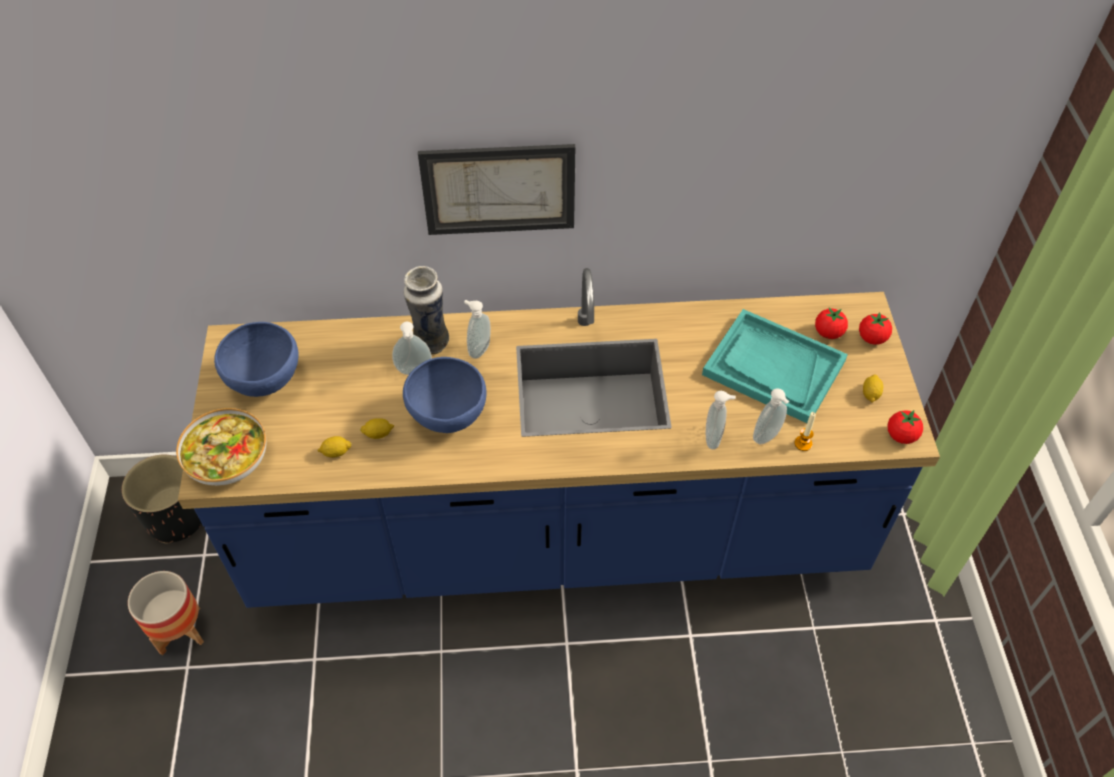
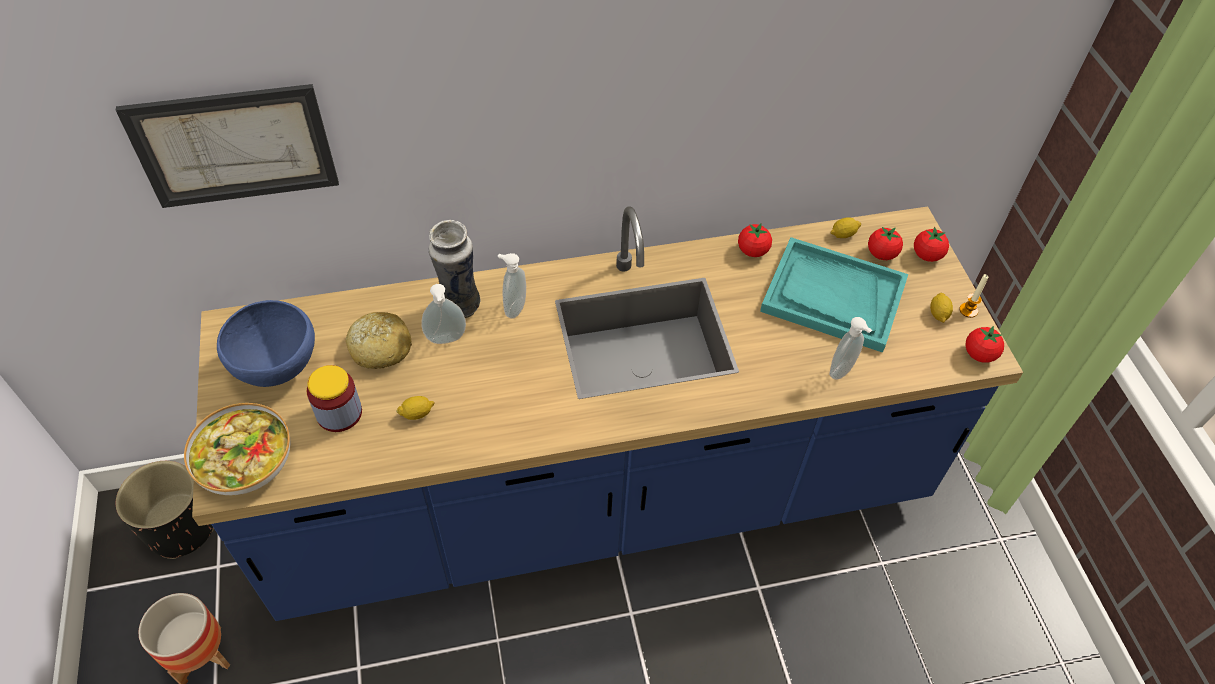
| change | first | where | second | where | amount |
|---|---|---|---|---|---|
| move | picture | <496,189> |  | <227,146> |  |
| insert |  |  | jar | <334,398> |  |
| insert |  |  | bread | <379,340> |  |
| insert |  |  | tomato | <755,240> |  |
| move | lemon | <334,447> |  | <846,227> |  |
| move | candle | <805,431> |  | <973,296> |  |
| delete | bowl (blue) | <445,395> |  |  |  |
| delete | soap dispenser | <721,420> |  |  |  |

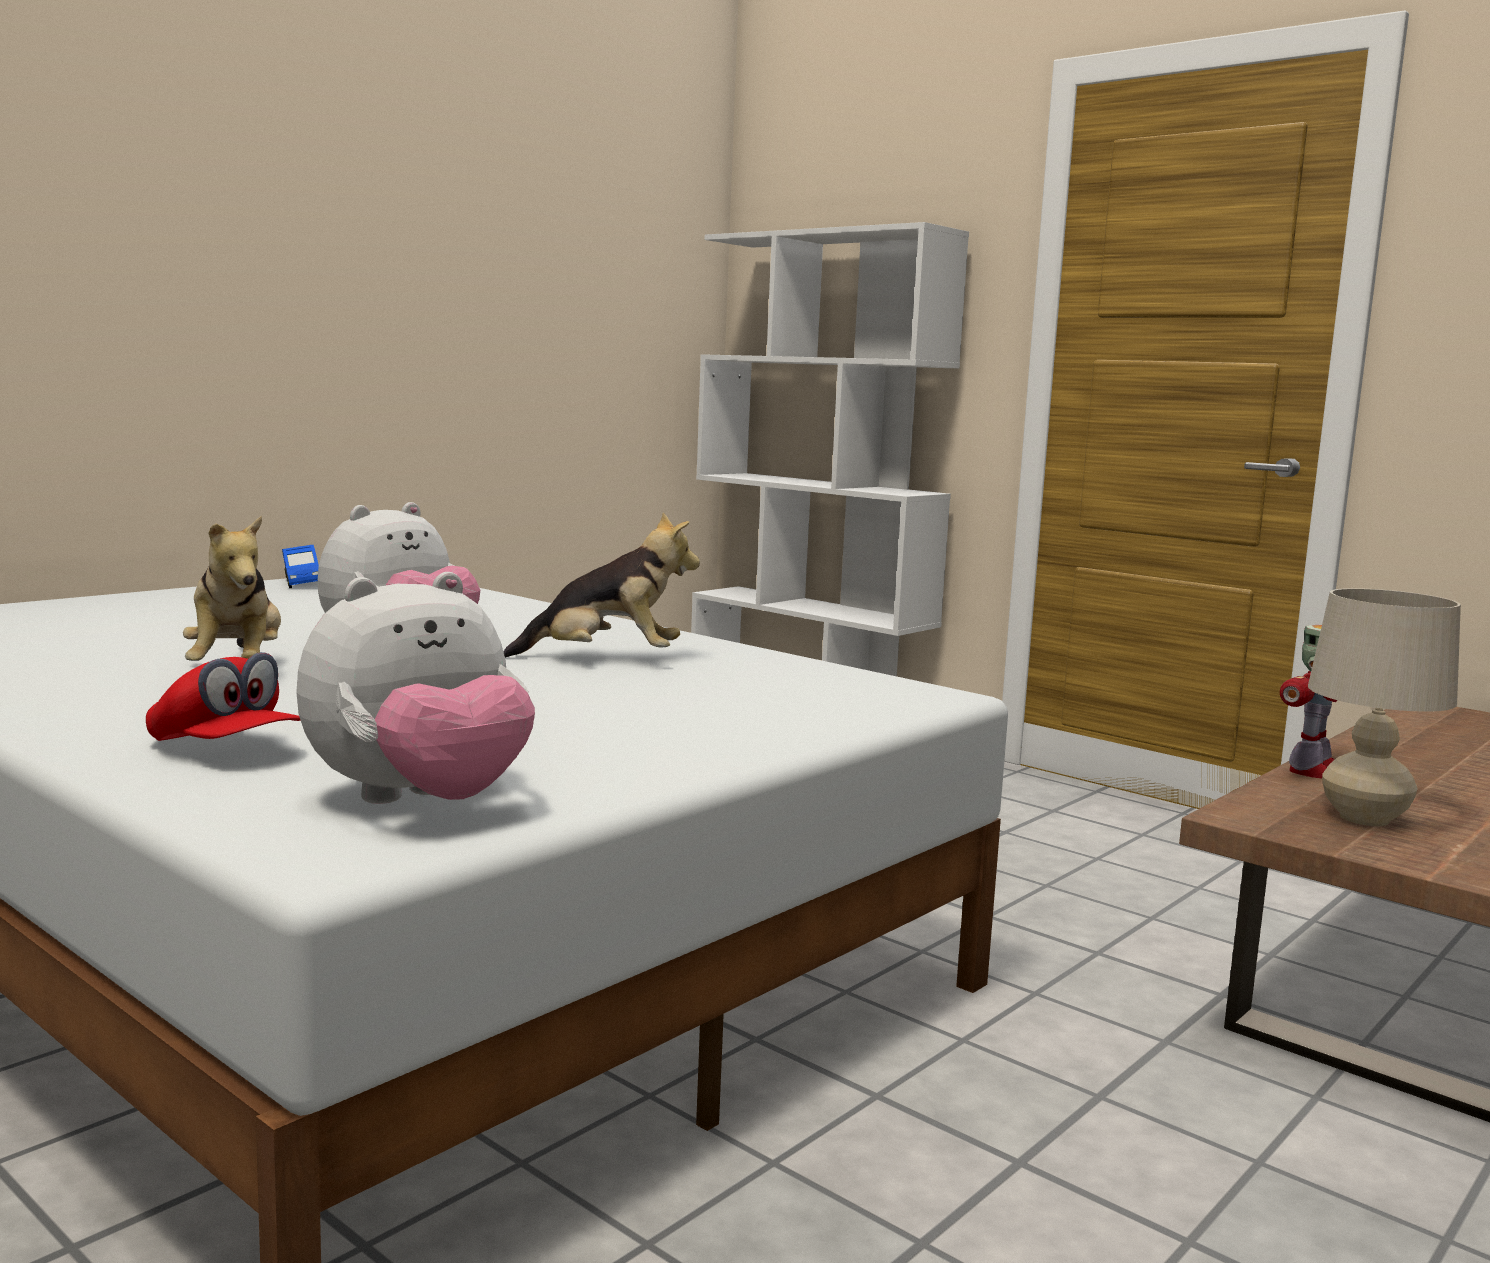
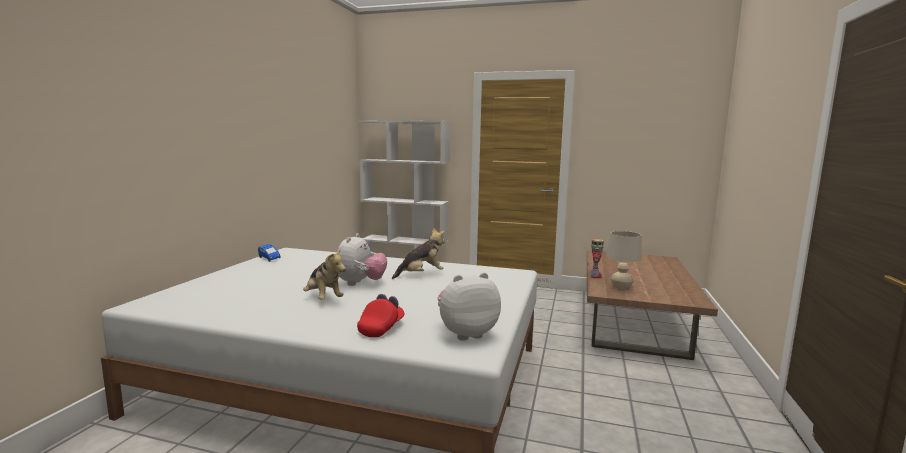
| change | first | where | second | where | amount |
|---|---|---|---|---|---|
| rotate | cap (red) | <223,696> |  | <380,315> | 75 degrees counterclockwise |
| rotate | plush toy | <415,688> |  | <469,306> | 135 degrees counterclockwise |

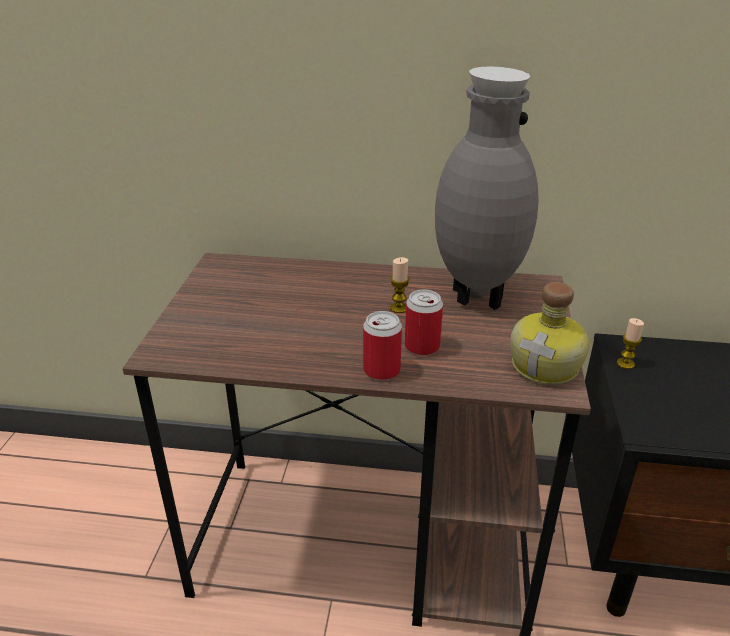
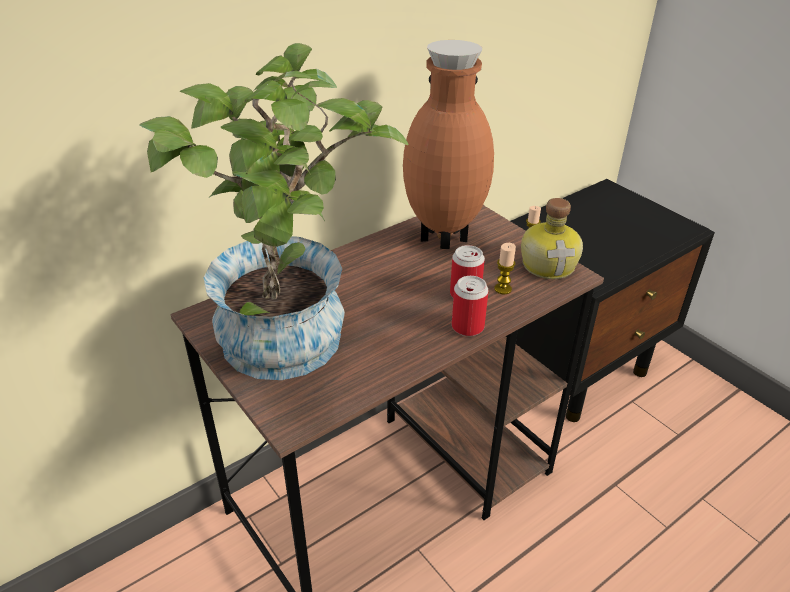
| change | first | where | second | where | amount |
|---|---|---|---|---|---|
| insert |  |  | potted plant | <274,211> |  |
| recolor | vase (grey) | <487,188> | vase (brown) | <448,144> |  |
| move | candle | <400,285> |  | <505,268> |  |

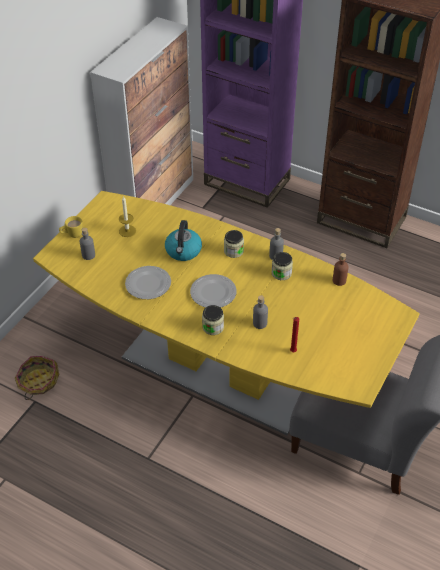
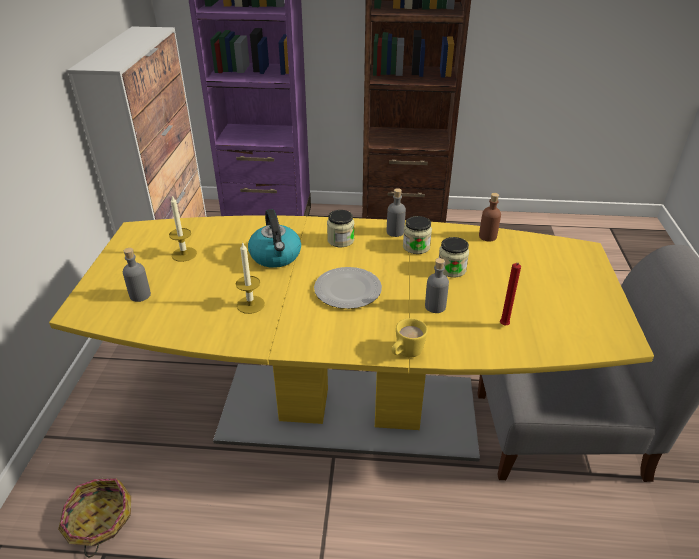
| change | first | where | second | where | amount |
|---|---|---|---|---|---|
| replace | plate | <148,282> | candle | <250,278> |  |
| move | mug (yellow) | <71,227> |  | <409,337> |  |
| move | jar | <213,320> |  | <454,257> |  |

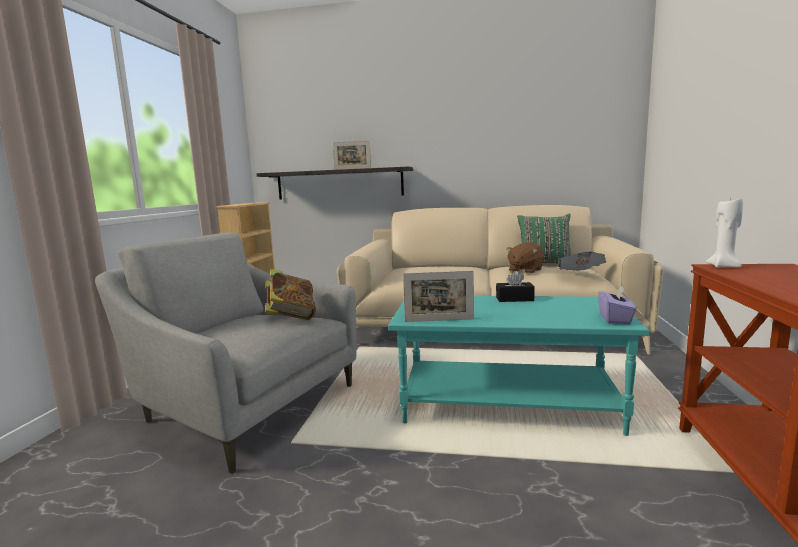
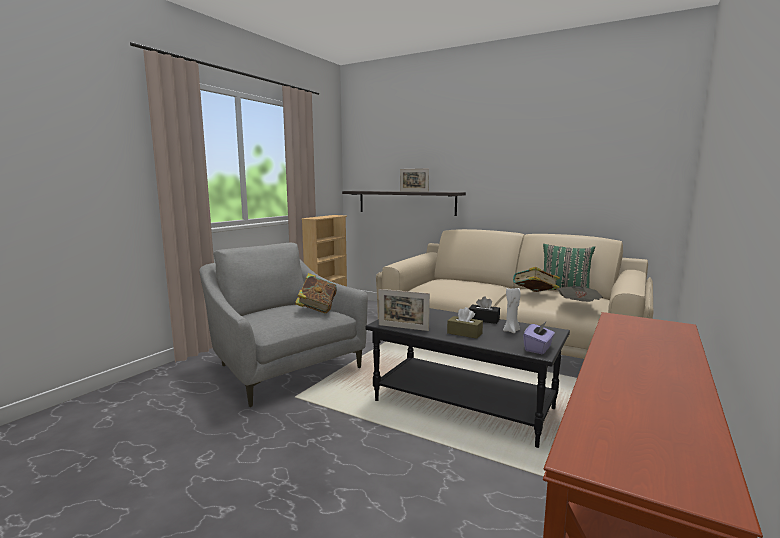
| change | first | where | second | where | amount |
|---|---|---|---|---|---|
| recolor | coffee table (turquoise) | <519,366> | coffee table (black) | <468,378> |  |
| insert |  |  | tissue box (brown) | <465,323> |  |
| move | candle (white) | <724,233> |  | <512,310> |  |
| replace | plush toy (brown) | <525,258> | book | <536,279> |  |

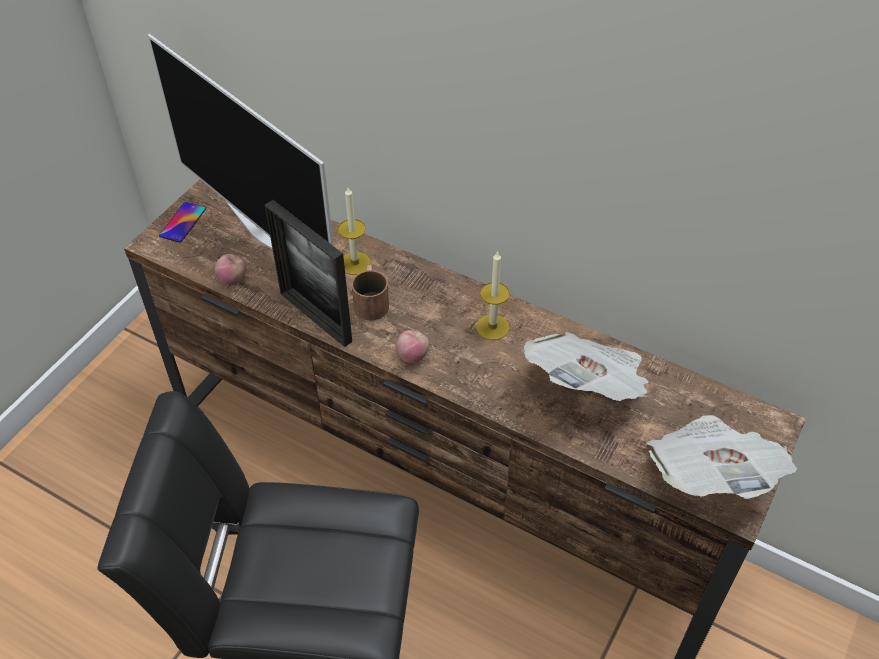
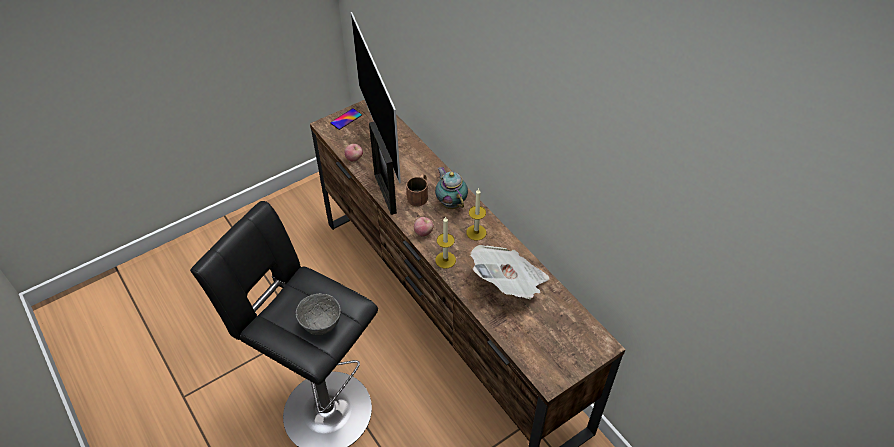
| change | first | where | second | where | amount |
|---|---|---|---|---|---|
| insert |  |  | bowl (grey) | <318,314> |  |
| insert |  |  | teapot | <451,188> |  |
| move | candle | <354,231> |  | <445,242> |  |
| delete | newspaper | <722,457> |  |  |  |

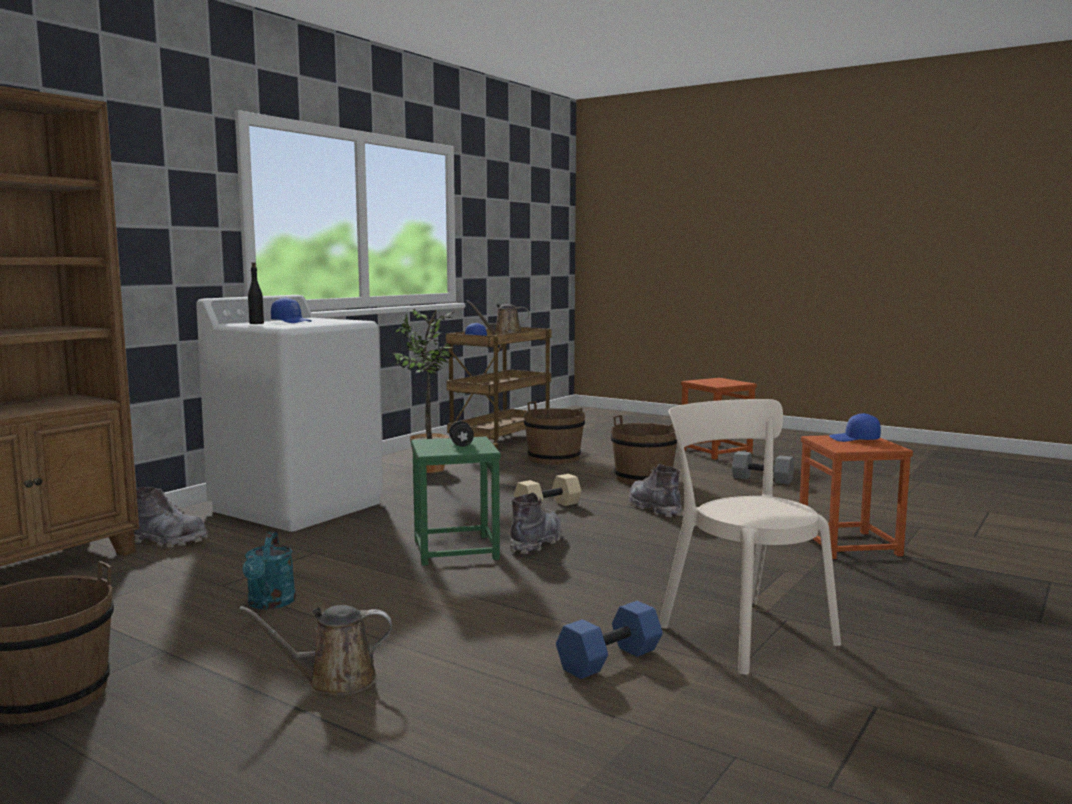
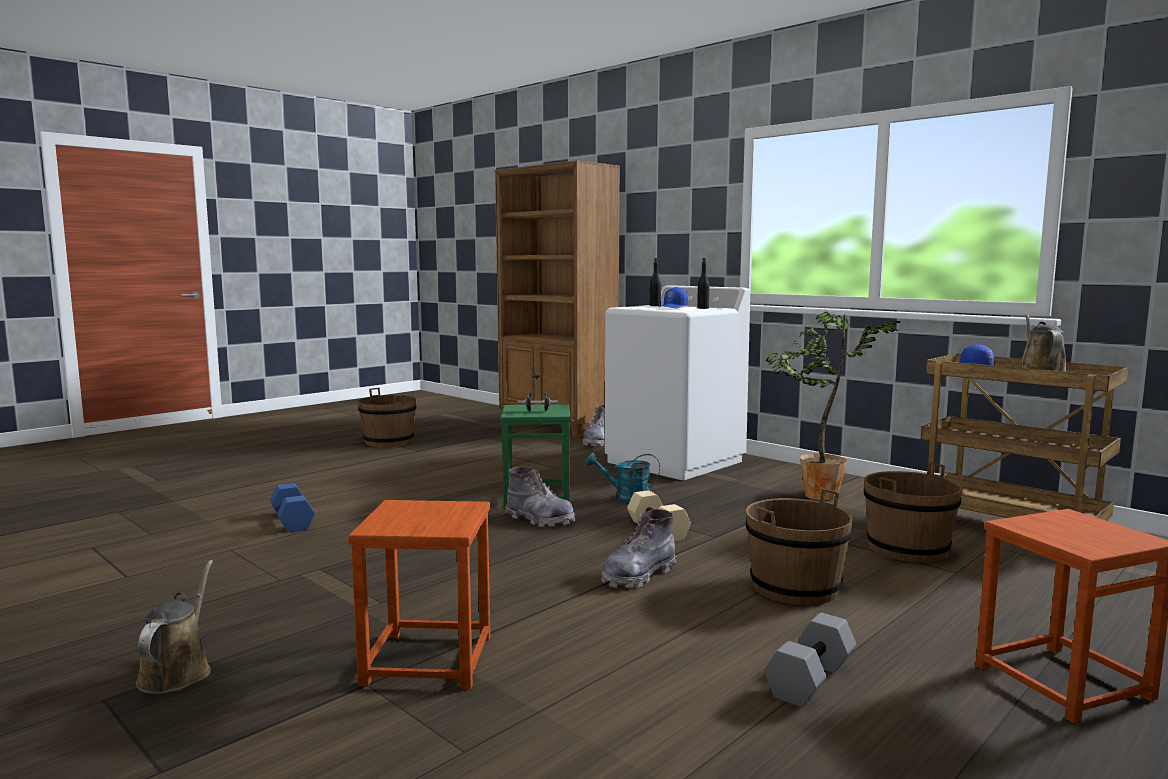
| change | first | where | second | where | amount |
|---|---|---|---|---|---|
| move | watering can (brown) | <315,650> |  | <174,627> |  |
| move | watering can (turquoise) | <269,570> |  | <622,477> |  |
| rotate | boot (grey) | <655,490> |  | <639,548> | 150 degrees clockwise |
| insert |  |  | bottle (black) | <703,283> |  |
| delete | chair (beige) | <750,537> |  |  |  |
| delete | cap (blue) | <855,427> |  |  |  |

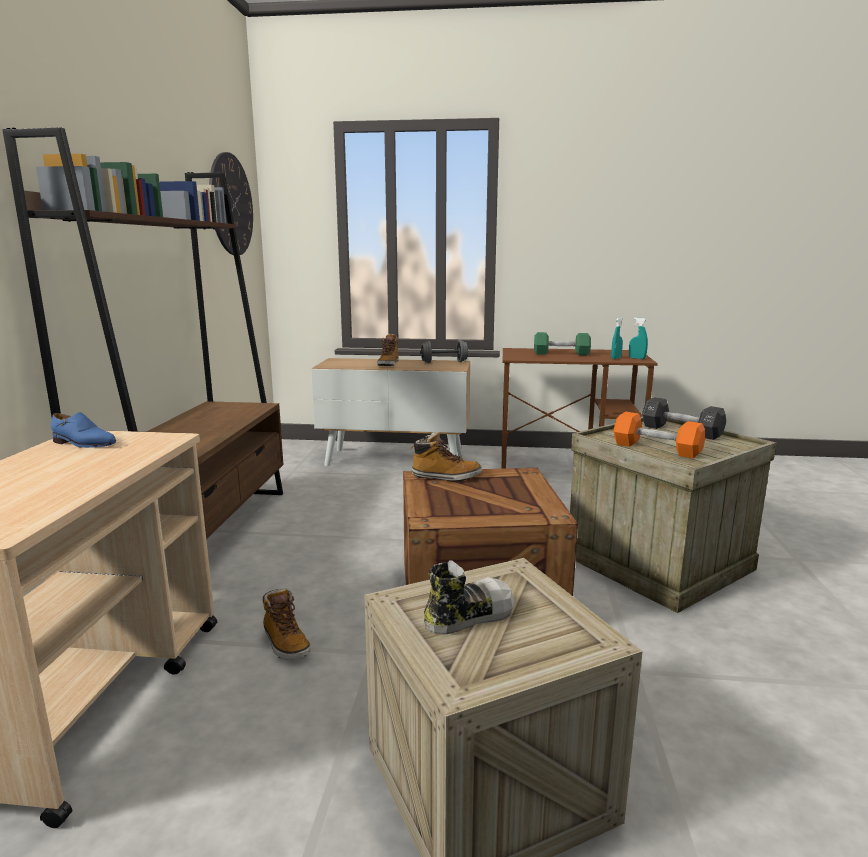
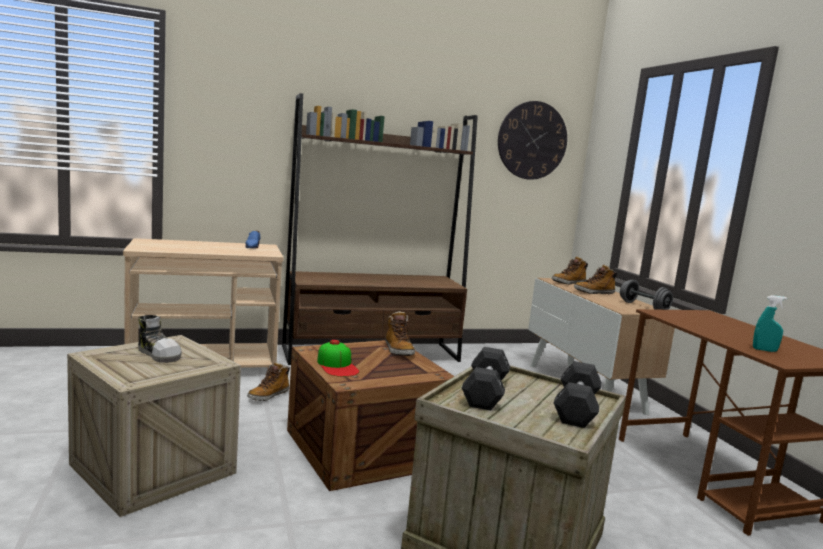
| change | first | where | second | where | amount |
|---|---|---|---|---|---|
| insert |  |  | cap | <338,358> |  |
| recolor | dumbbell (orange) | <659,435> | dumbbell (black) | <485,378> |  |
| insert |  |  | boot | <570,270> |  |
| delete | dumbbell (green) | <562,343> |  |  |  |
| delete | spray bottle (turquoise) | <638,338> |  |  |  |

